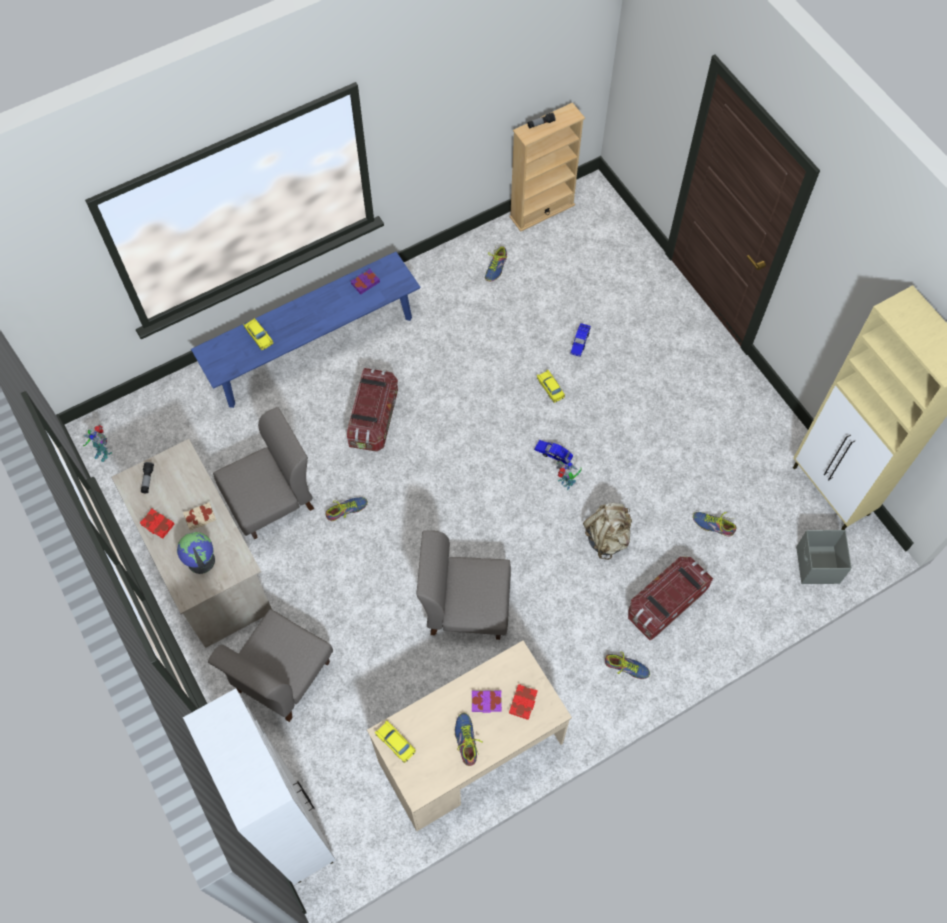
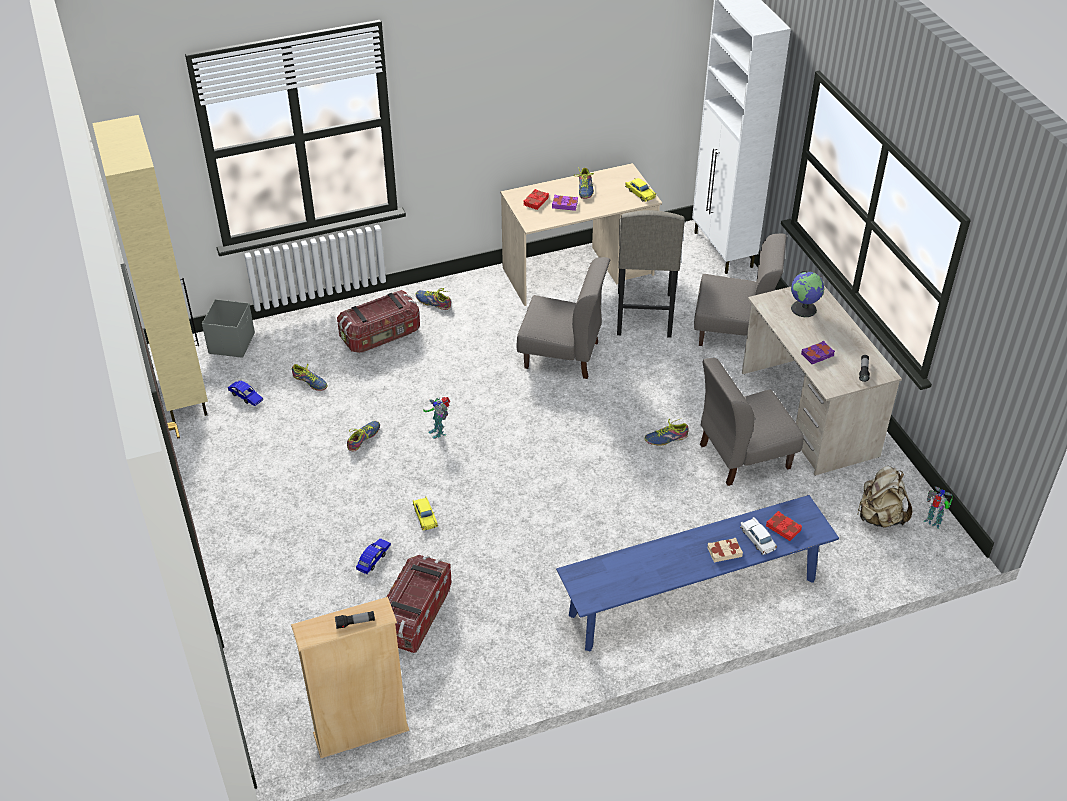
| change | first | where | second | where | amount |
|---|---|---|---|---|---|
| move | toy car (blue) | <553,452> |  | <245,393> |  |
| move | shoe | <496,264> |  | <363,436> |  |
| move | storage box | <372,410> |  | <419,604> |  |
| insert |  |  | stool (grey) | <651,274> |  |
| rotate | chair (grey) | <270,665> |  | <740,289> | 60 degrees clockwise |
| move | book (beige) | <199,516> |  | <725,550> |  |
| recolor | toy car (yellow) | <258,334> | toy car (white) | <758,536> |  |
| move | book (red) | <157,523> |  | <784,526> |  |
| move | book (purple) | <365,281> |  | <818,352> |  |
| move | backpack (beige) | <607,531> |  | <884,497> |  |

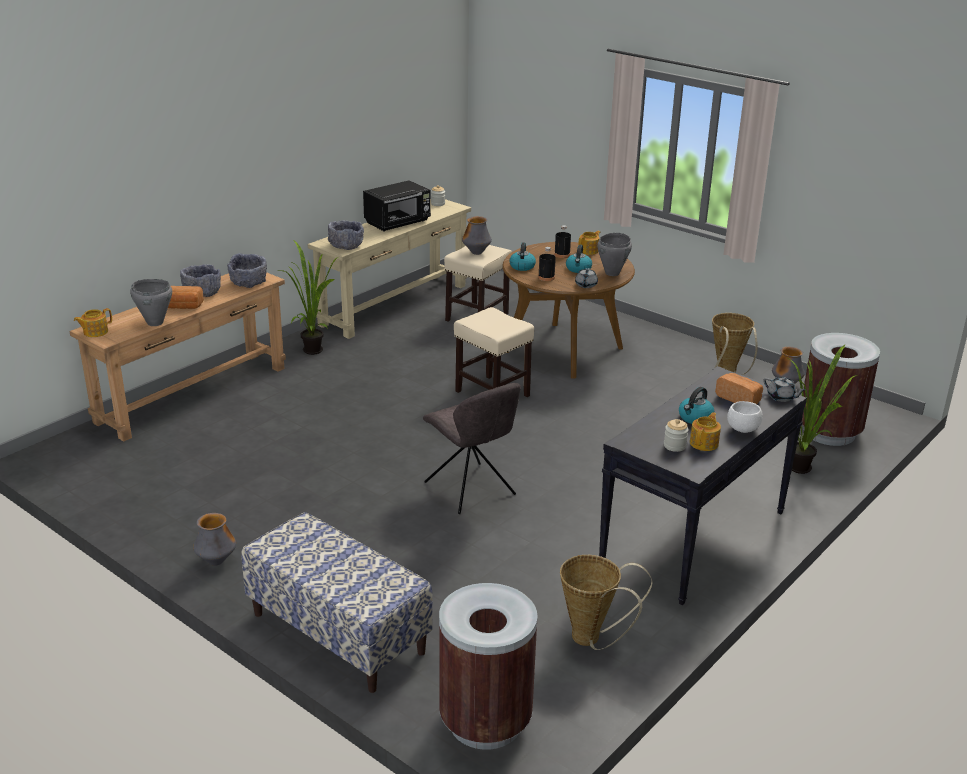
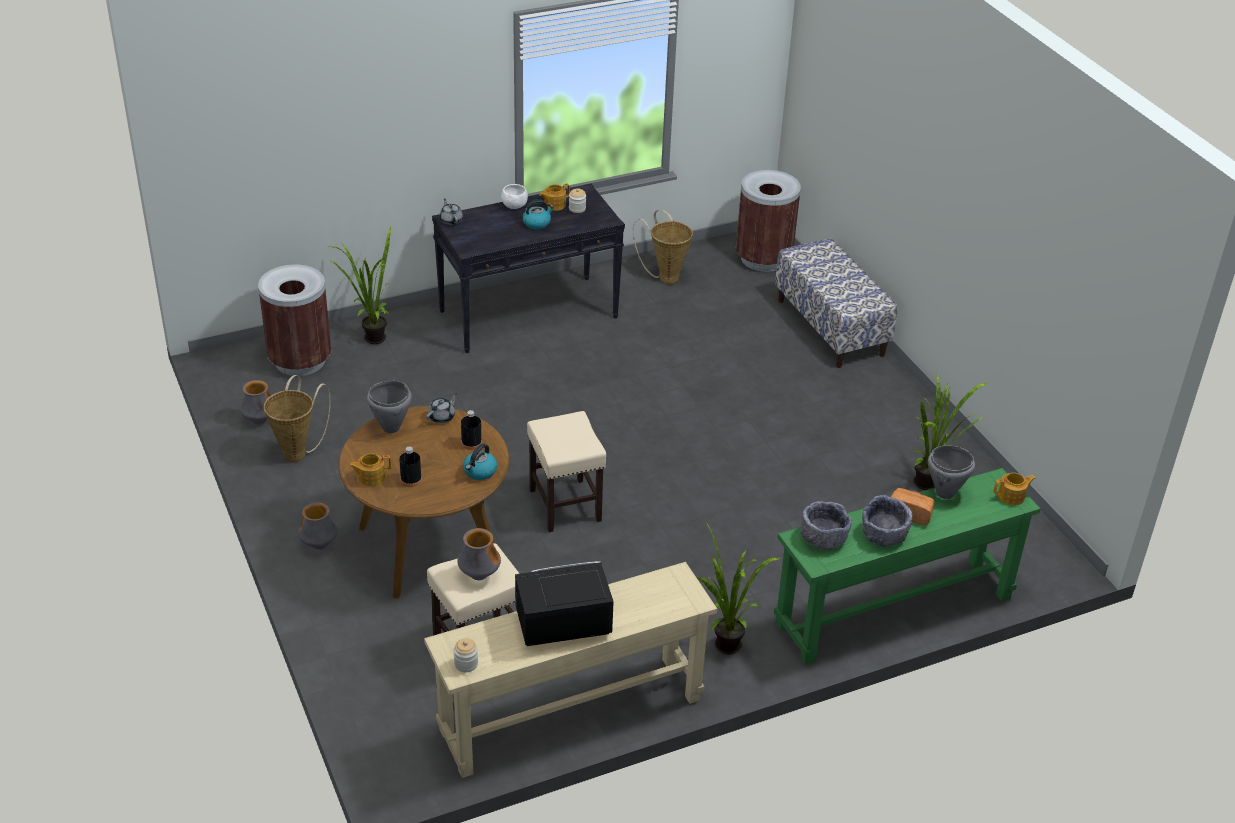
| change | first | where | second | where | amount |
|---|---|---|---|---|---|
| move | vase | <214,539> |  | <318,526> |  |
| recolor | console table (brown) | <177,357> | console table (green) | <907,566> |  |
| insert |  |  | potted plant | <950,432> |  |
| delete | bowl (grey) | <346,235> |  |  |  |
| delete | chair (grey) | <472,448> |  |  |  |
| delete | kettle | <579,259> |  |  |  |
| delete | bread | <739,388> |  |  |  |

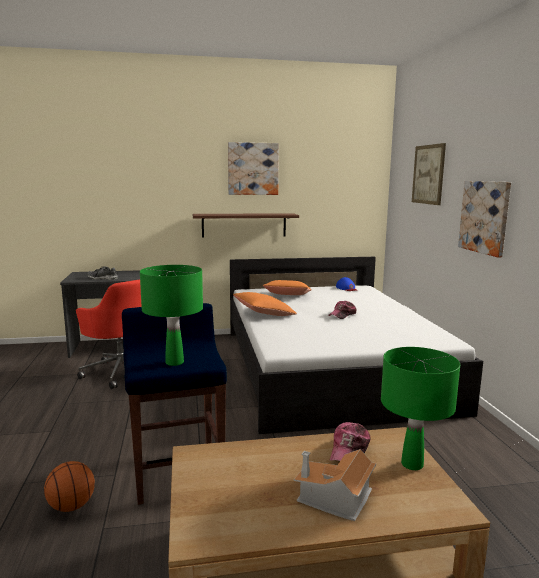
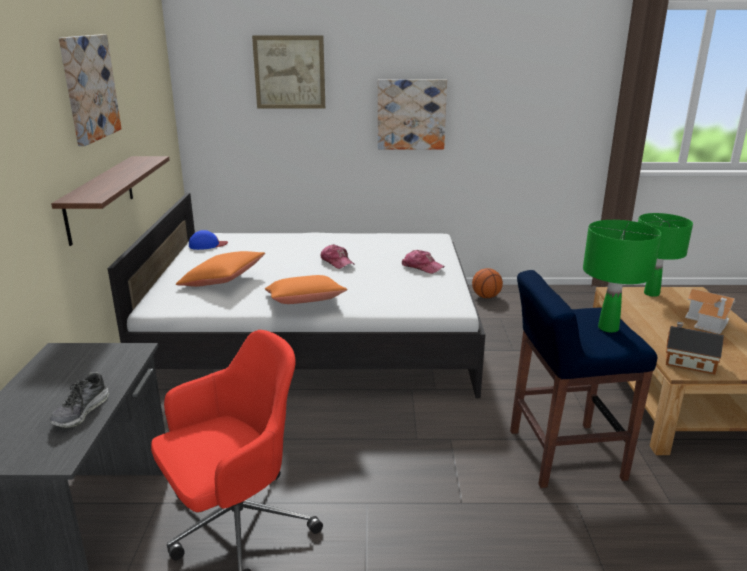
| change | first | where | second | where | amount |
|---|---|---|---|---|---|
| move | cap | <350,441> |  | <423,262> |  |
| move | basketball | <69,486> |  | <487,283> |  |
| insert |  |  | toy house | <695,348> |  |

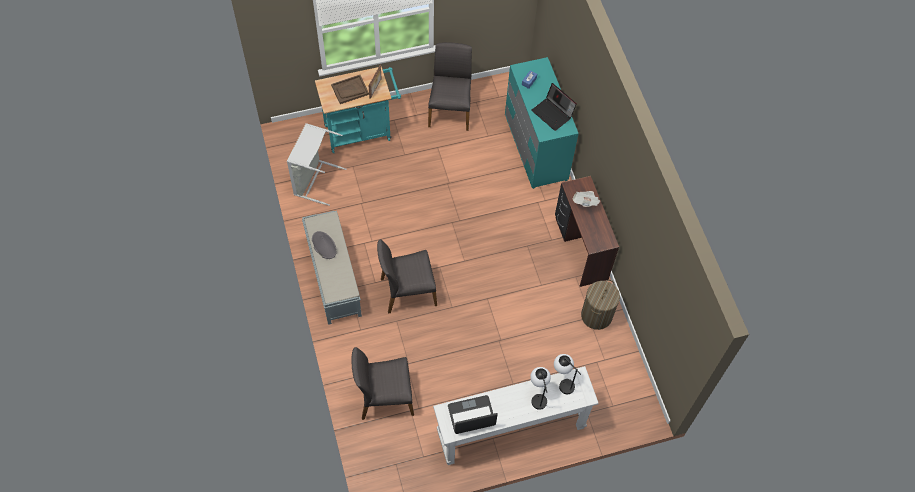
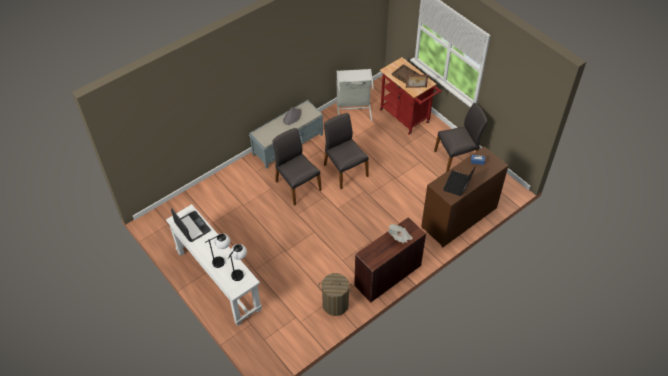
| change | first | where | second | where | amount |
|---|---|---|---|---|---|
| move | chair (grey) | <382,383> |  | <346,151> |  |
| recolor | cart (turquoise) | <358,109> | cart (red) | <410,96> |  |
| recolor | dresser (turquoise) | <542,123> | dresser (brown) | <464,196> |  |

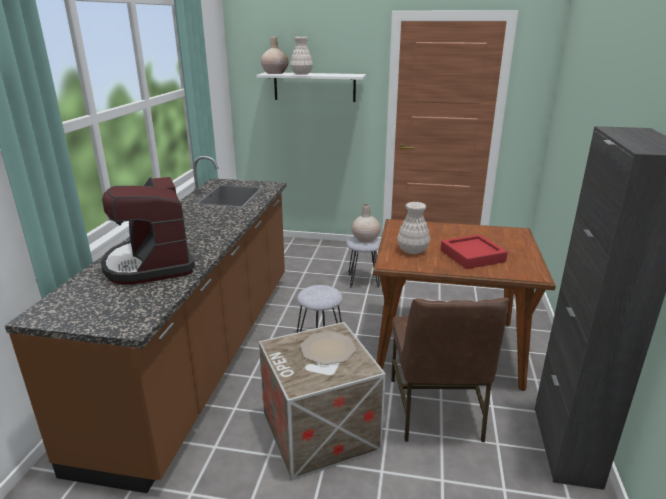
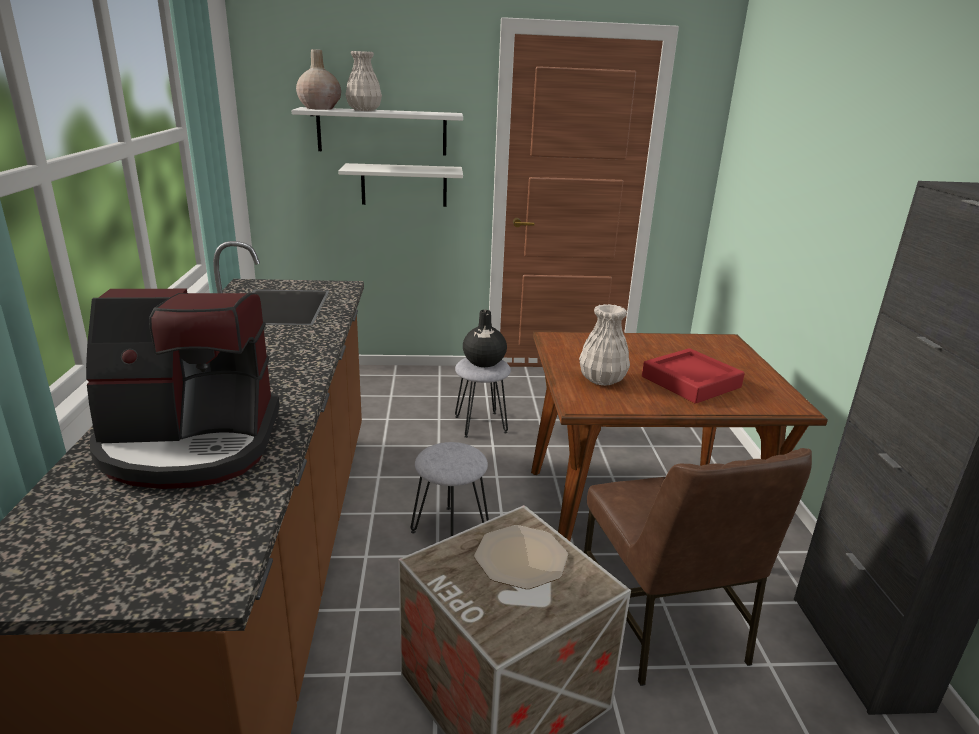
| change | first | where | second | where | amount |
|---|---|---|---|---|---|
| rotate | coffee machine | <148,231> |  | <183,389> | 60 degrees counterclockwise |
| insert |  |  | shelf (white) | <400,185> |  |
| recolor | vase (beige) | <366,223> | vase (black) | <485,338> |  |

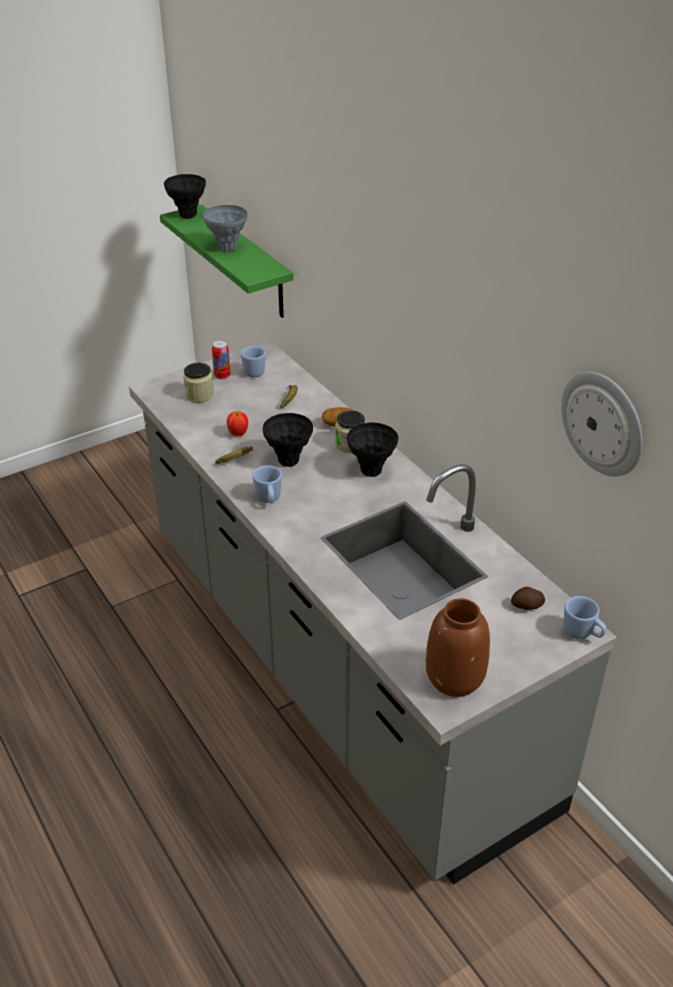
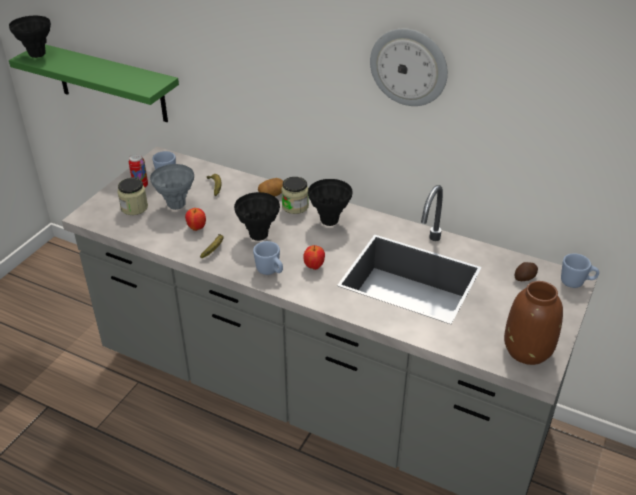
| change | first | where | second | where | amount |
|---|---|---|---|---|---|
| move | vase (grey) | <225,228> |  | <172,187> |  |
| insert |  |  | apple | <314,257> |  |
| move | wall clock | <602,424> |  | <409,67> |  |

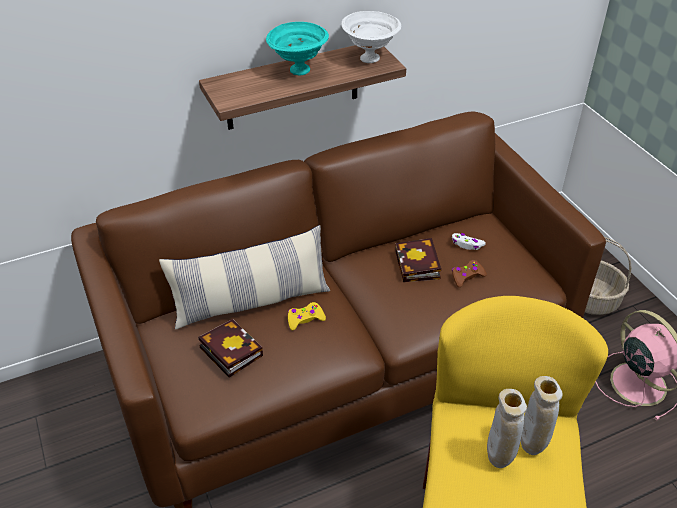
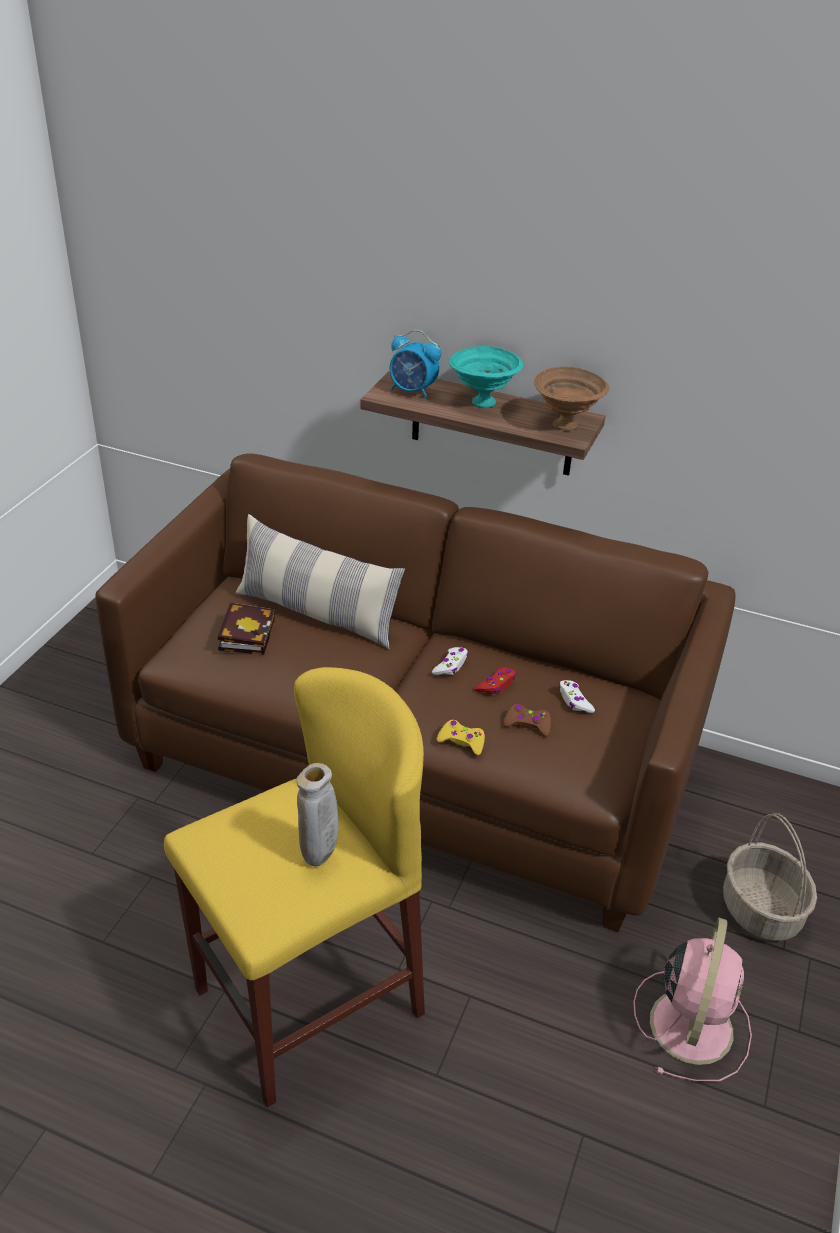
| change | first | where | second | where | amount |
|---|---|---|---|---|---|
| insert |  |  | alarm clock | <415,364> |  |
| insert |  |  | game controller (white) | <450,661> |  |
| move | game controller (yellow) | <307,316> |  | <461,737> |  |
| replace | book | <418,260> | game controller (red) | <495,680> |  |
| recolor | bowl (white) | <371,37> | bowl (brown) | <571,398> |  |
| delete | vase (beige) | <507,428> |  |  |  |

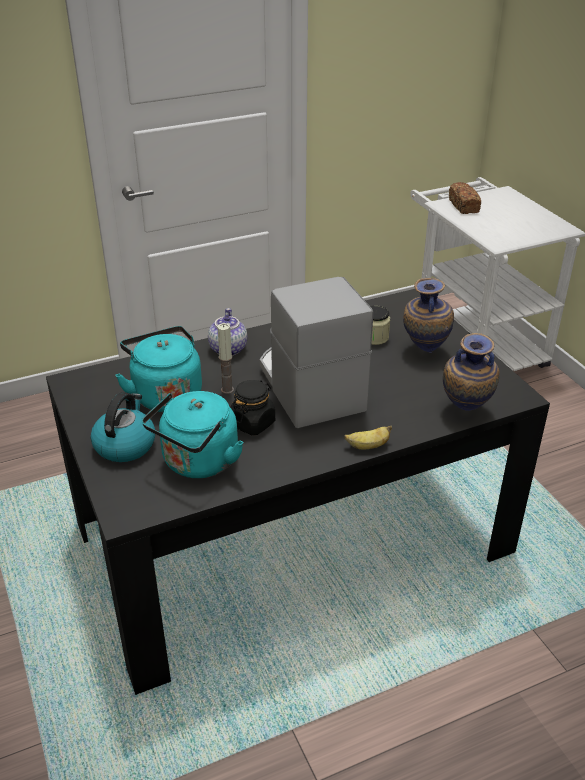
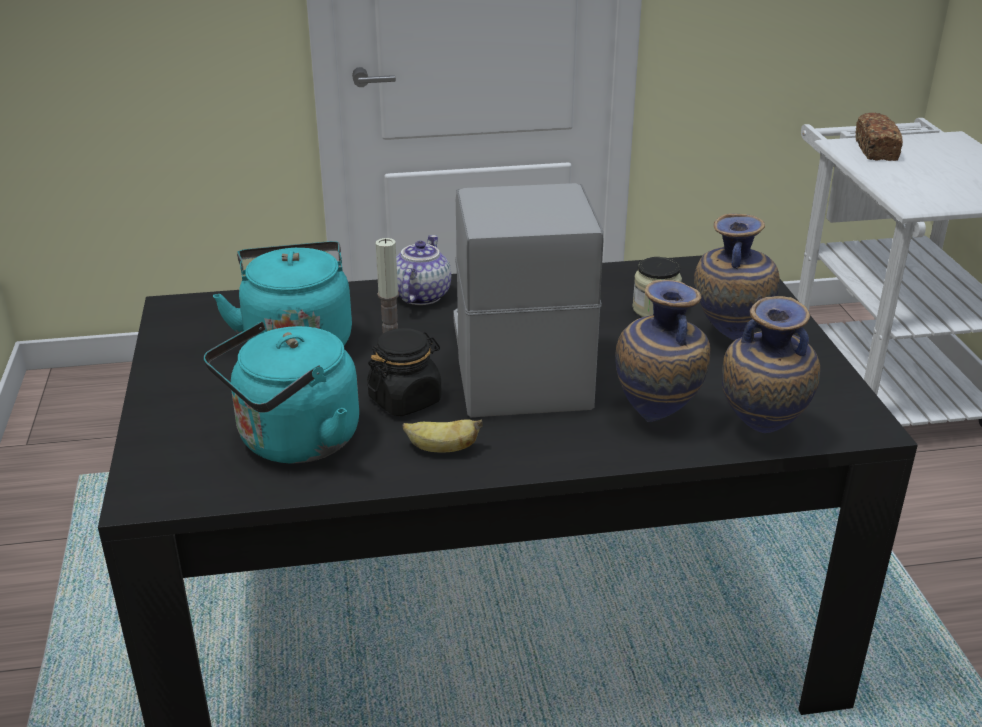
| change | first | where | second | where | amount |
|---|---|---|---|---|---|
| move | banana | <368,437> |  | <443,436> |  |
| insert |  |  | vase | <663,351> |  |
| delete | kettle | <123,427> |  |  |  |

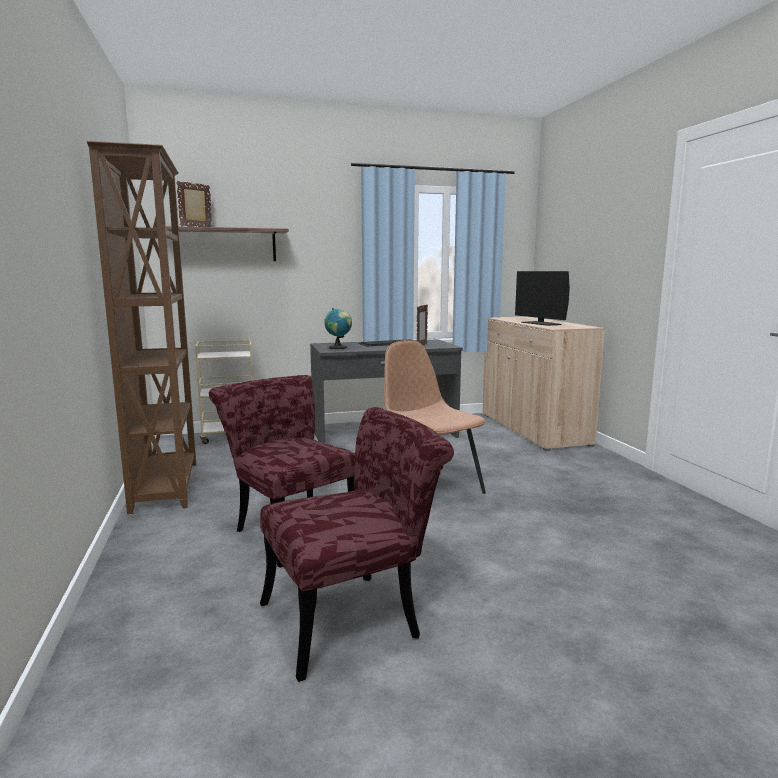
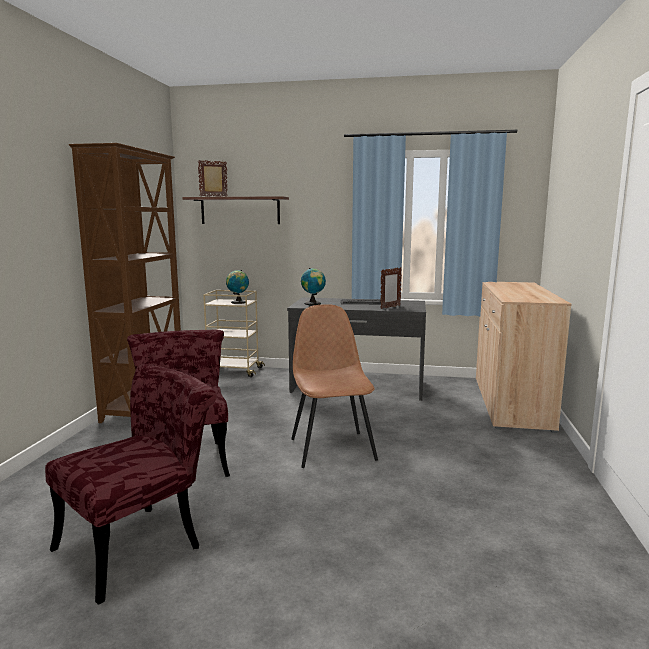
| change | first | where | second | where | amount |
|---|---|---|---|---|---|
| rotate | chair (red) | <357,544> |  | <131,484> | 45 degrees counterclockwise |
| insert |  |  | globe | <237,287> |  |
| delete | monitor | <542,298> |  |  |  |

